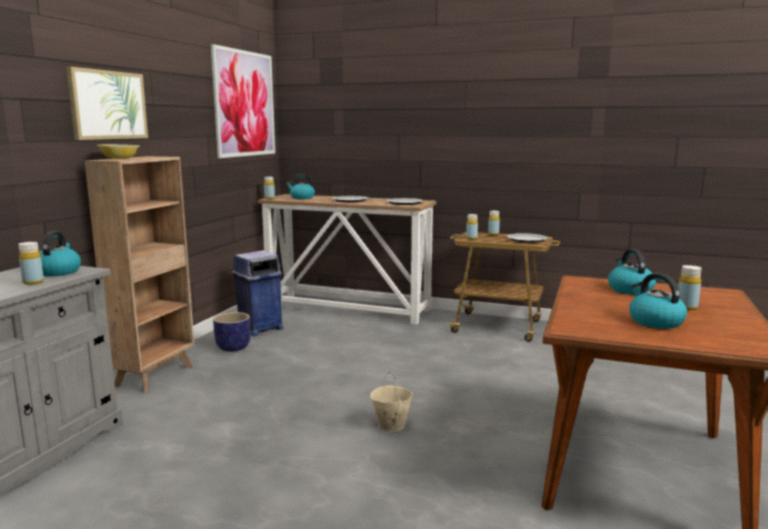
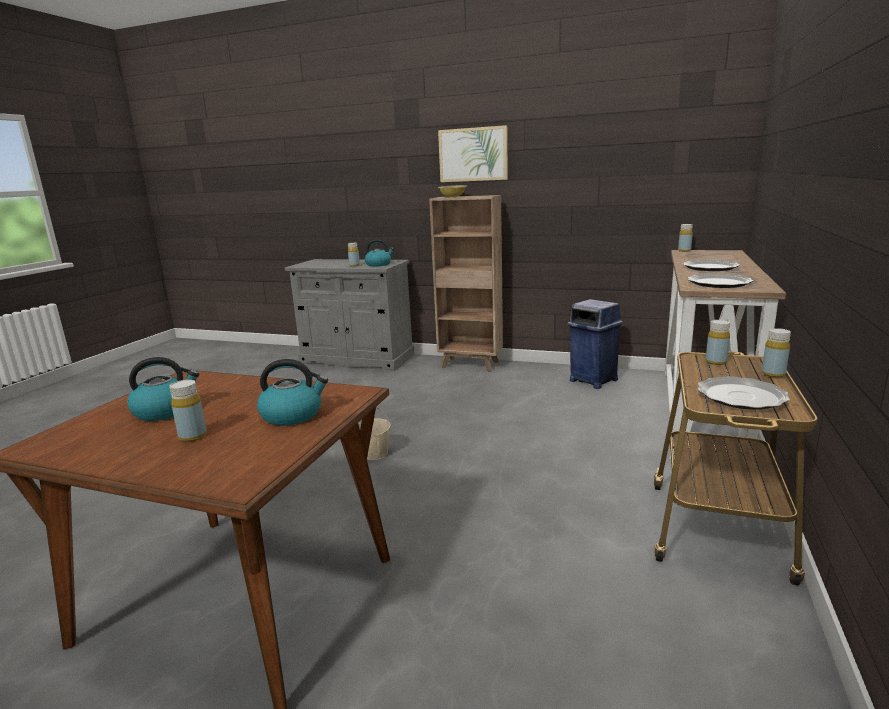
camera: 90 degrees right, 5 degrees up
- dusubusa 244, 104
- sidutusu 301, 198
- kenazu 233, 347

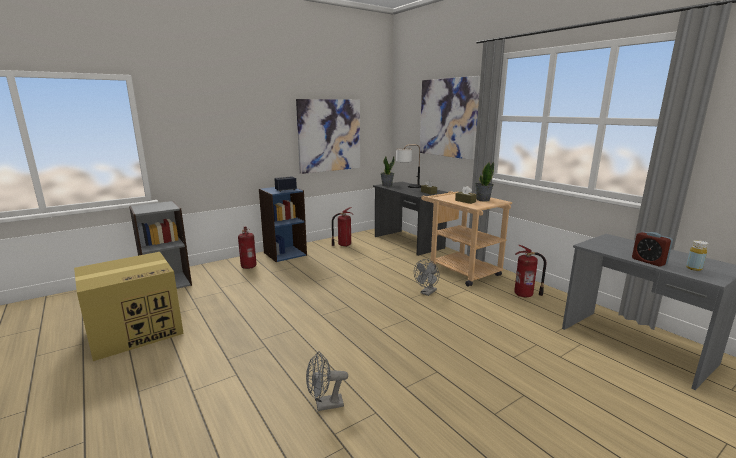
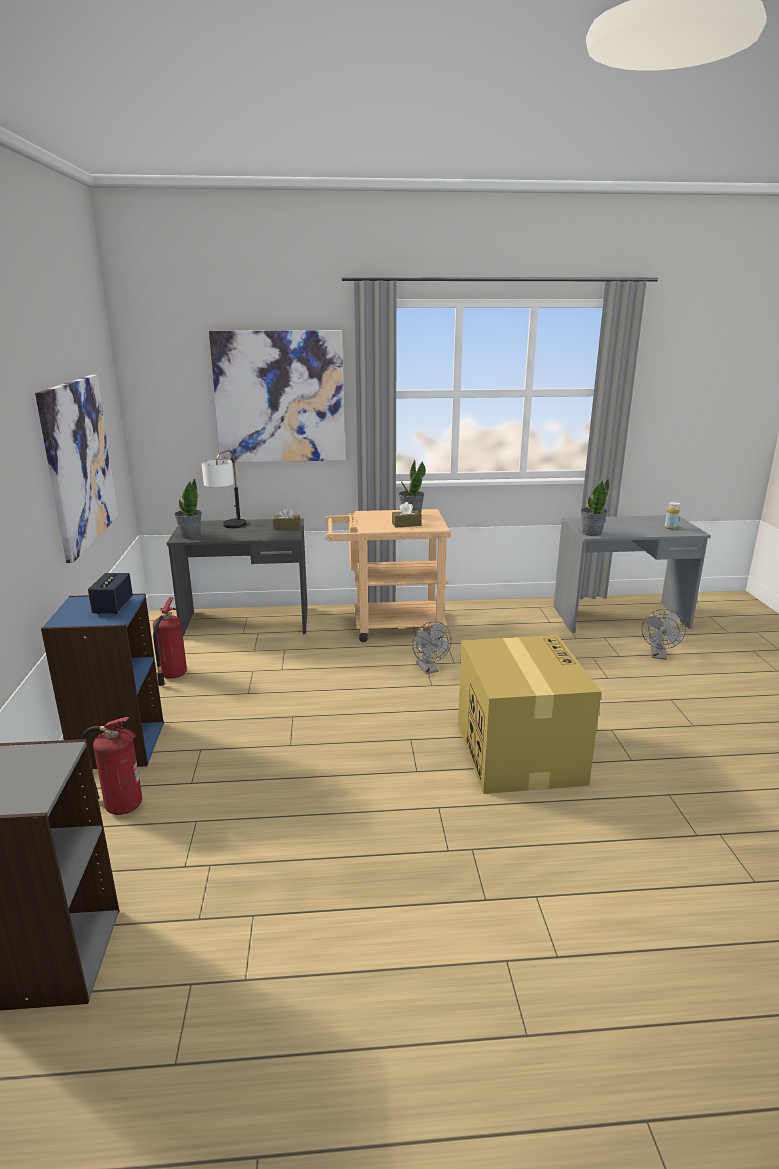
camera: 60 degrees left, 5 degrees up
- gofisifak 648, 261
- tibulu 525, 295
~ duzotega 136, 330 to 518, 752
~ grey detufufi 325, 405 to 659, 656
+ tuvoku 591, 533

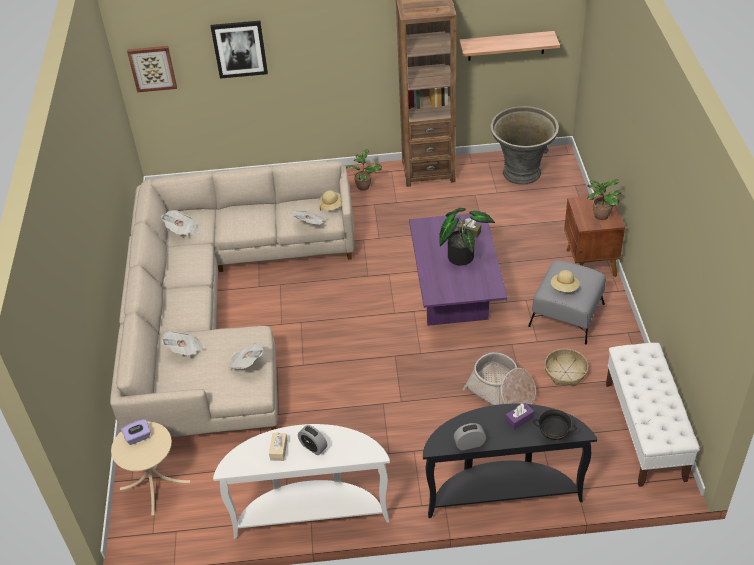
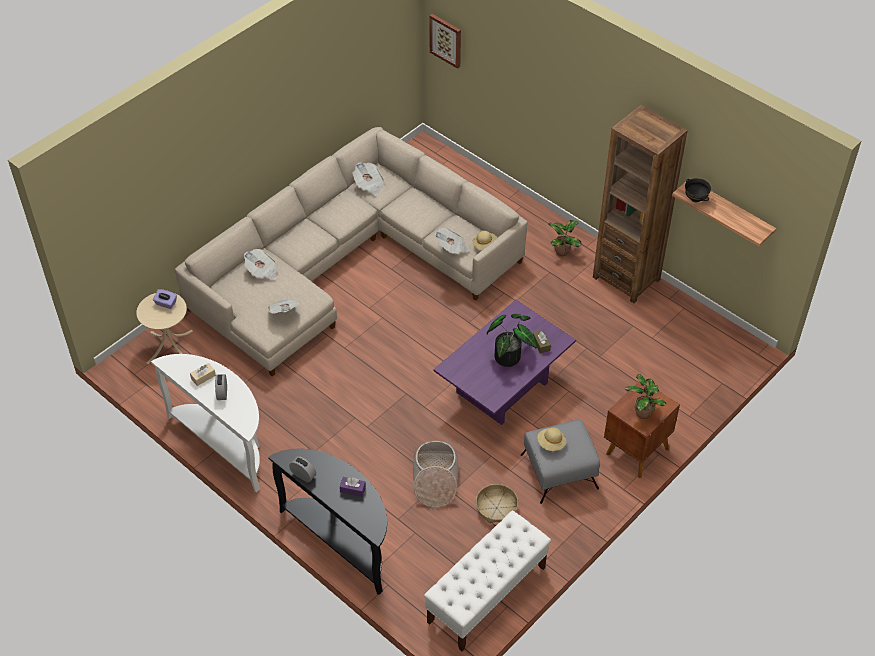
camera: 45 degrees right, 5 degrees up
- dusubusa 239, 49
- grey kenazu 521, 173
~ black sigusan 553, 434 to 695, 199

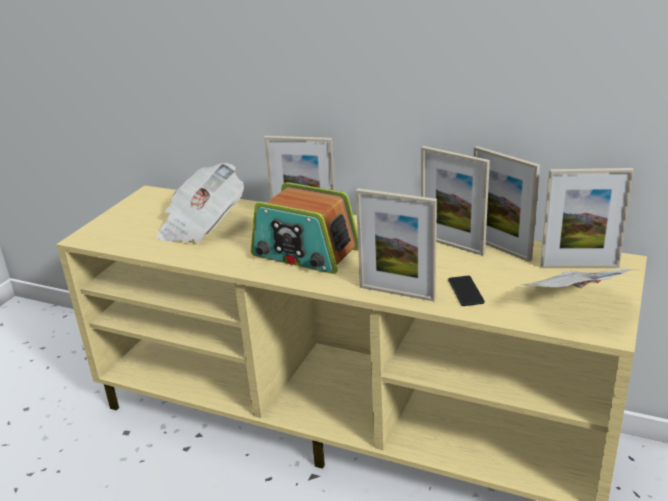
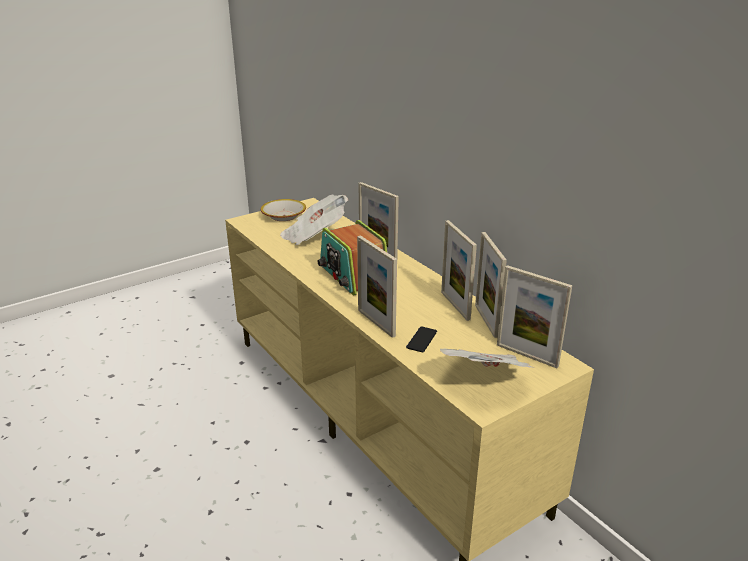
camera: 30 degrees right, 0 degrees up
+ sigusan 284, 216

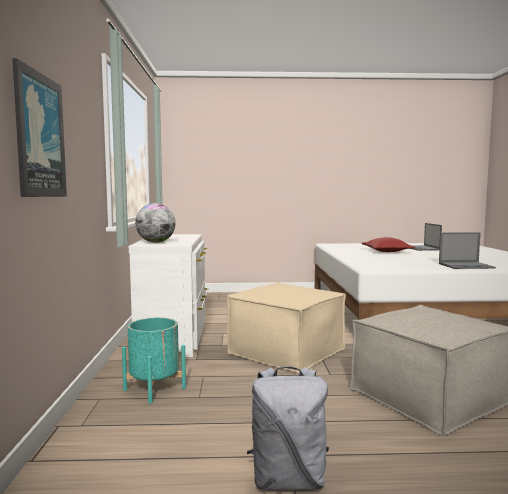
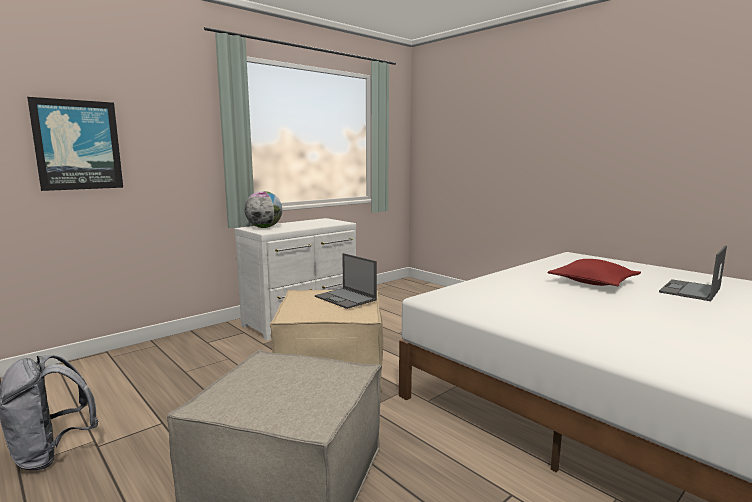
camera: 50 degrees right, 5 degrees up
~ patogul 466, 266 to 346, 298
- turquoise kenazu 154, 389

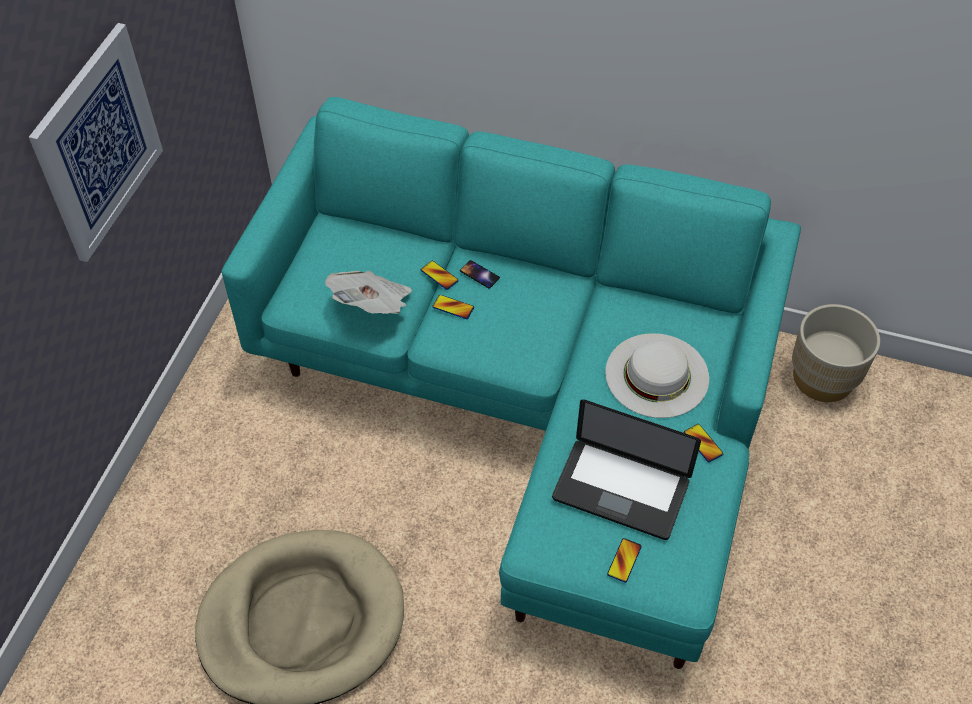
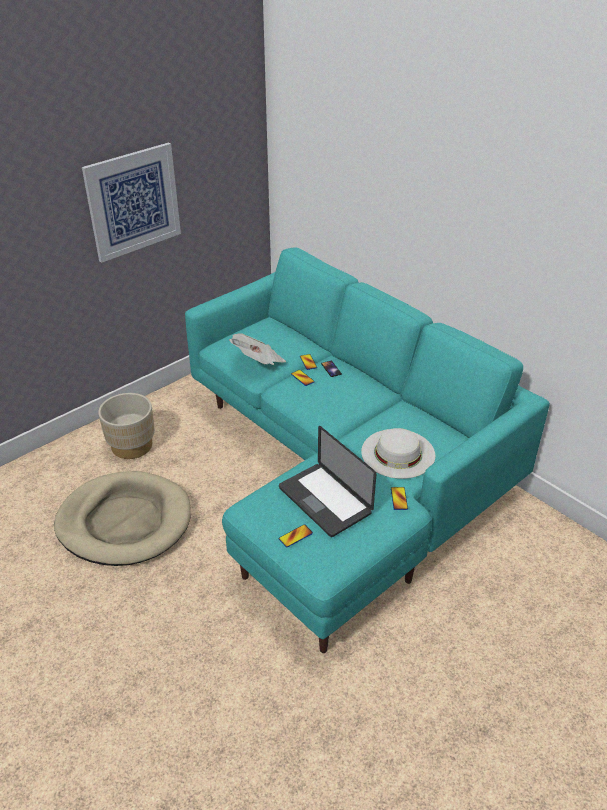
camera: 30 degrees right, 15 degrees down
~ beige kenazu 823, 378 to 132, 446

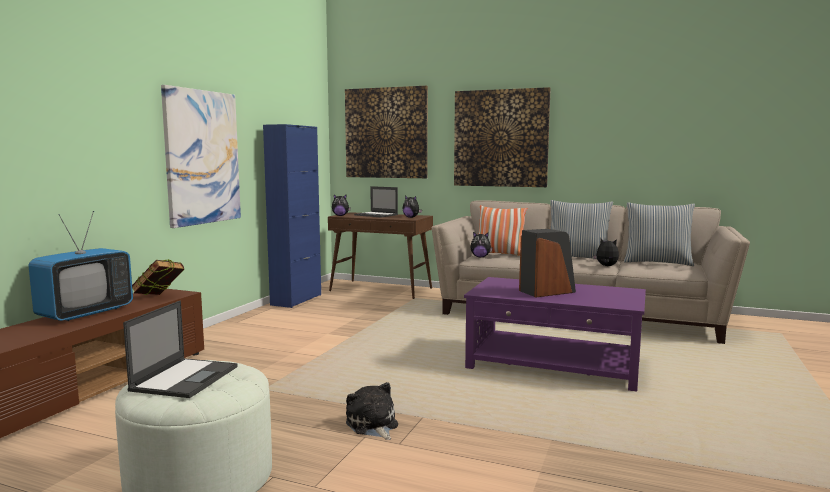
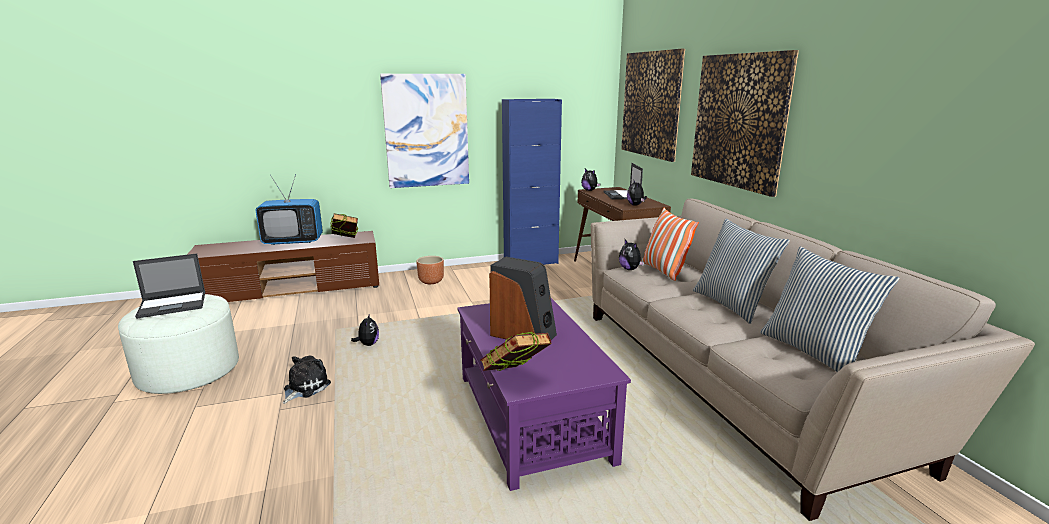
camera: 50 degrees right, 10 degrees up
~ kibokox 606, 266 to 368, 344
+ brown kenazu 431, 281
+ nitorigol 515, 378

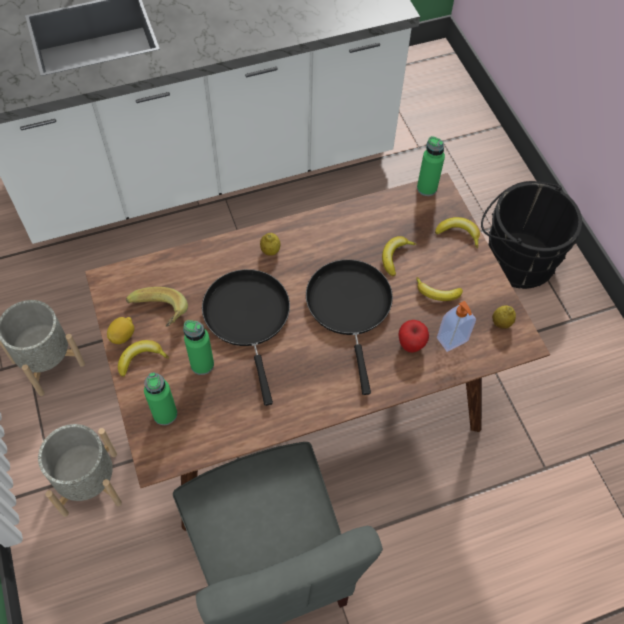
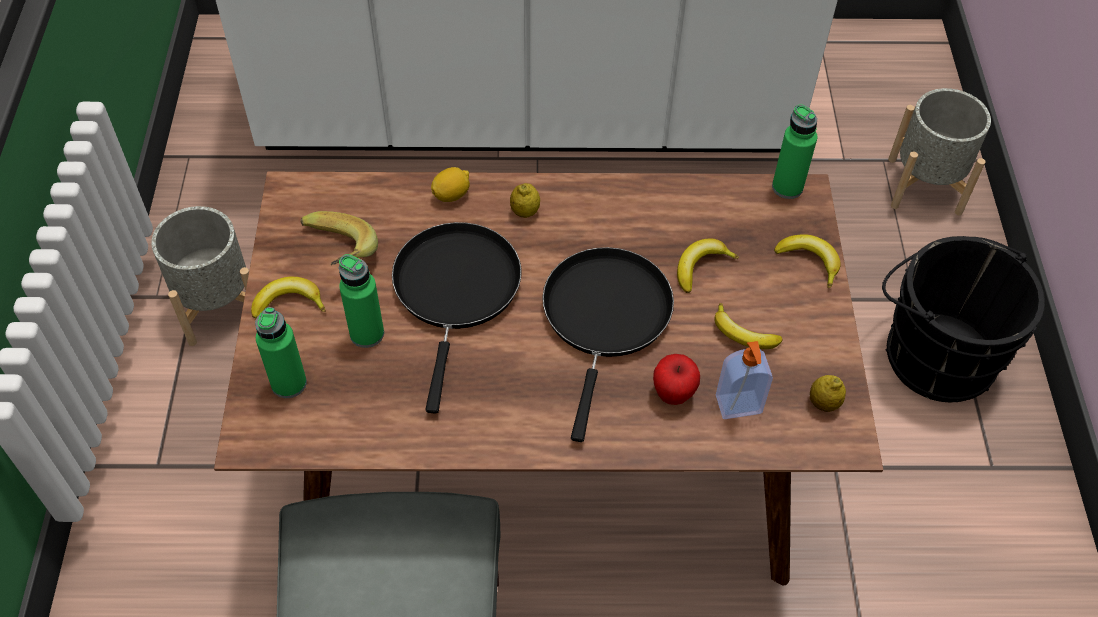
camera: 20 degrees right, 5 degrees down
~ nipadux 123, 336 to 451, 195
~ grey kenazu 90, 483 to 924, 185

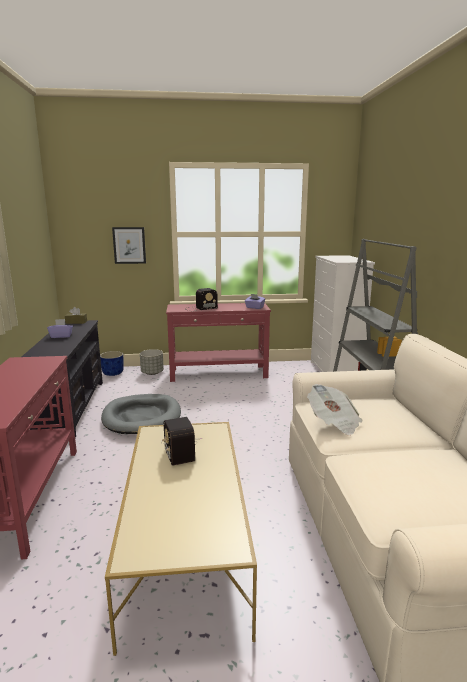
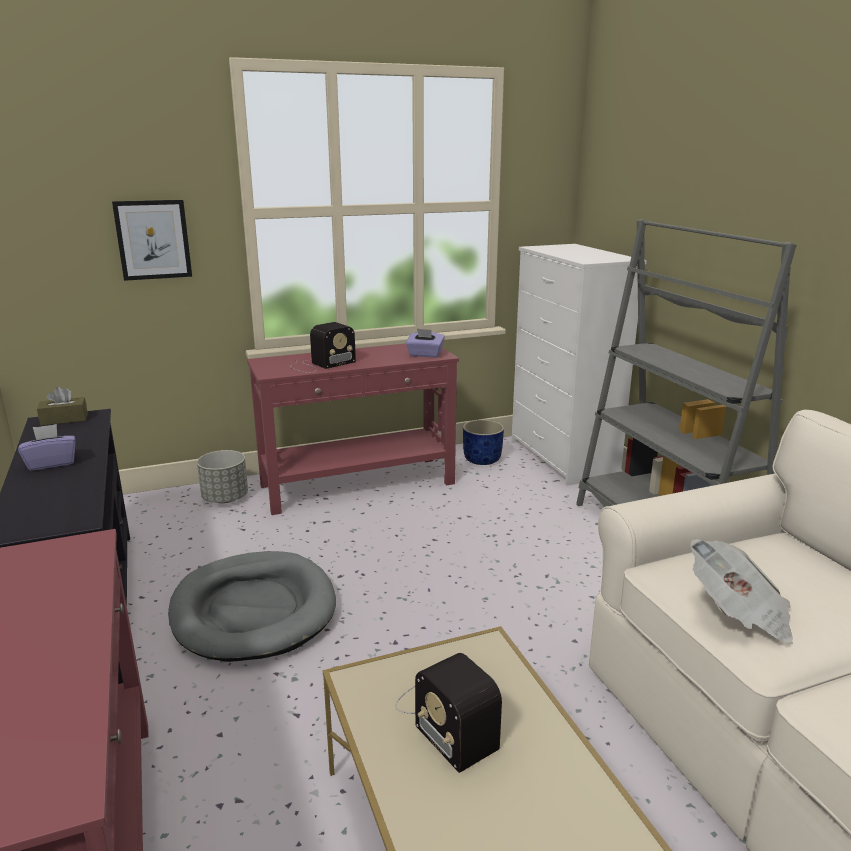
camera: 15 degrees left, 5 degrees up
~ blue kenazu 113, 373 to 482, 459

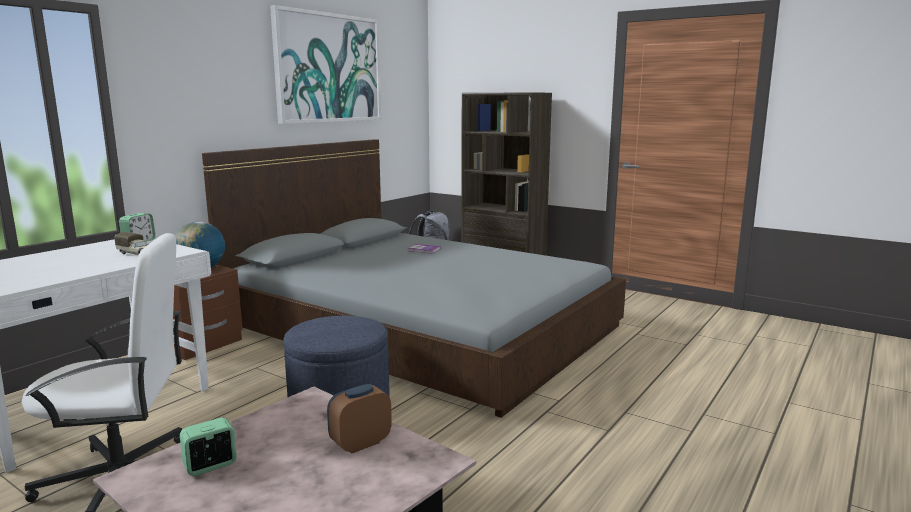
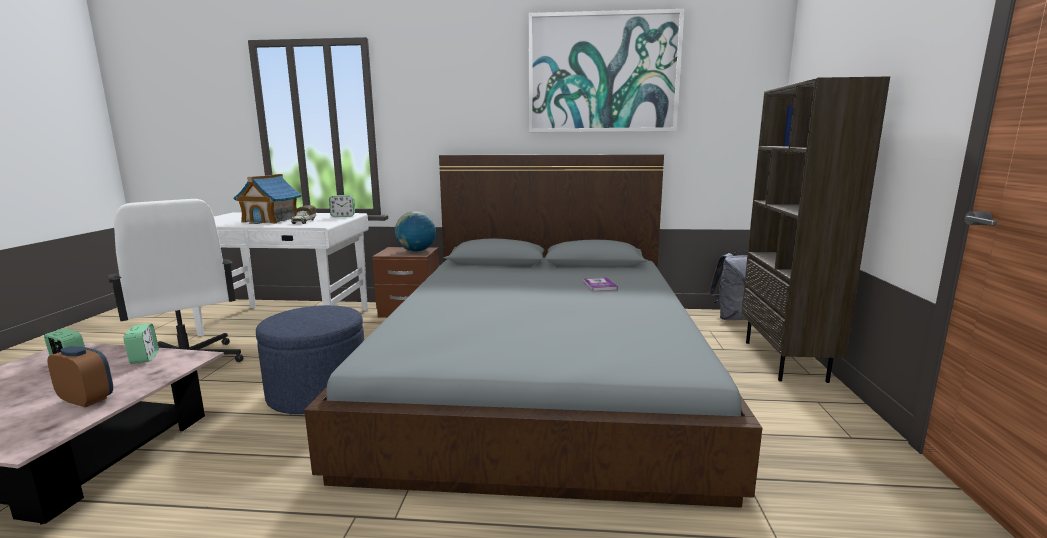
camera: 60 degrees right, 0 degrees up
+ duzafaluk 271, 220
+ gofisifak 144, 358

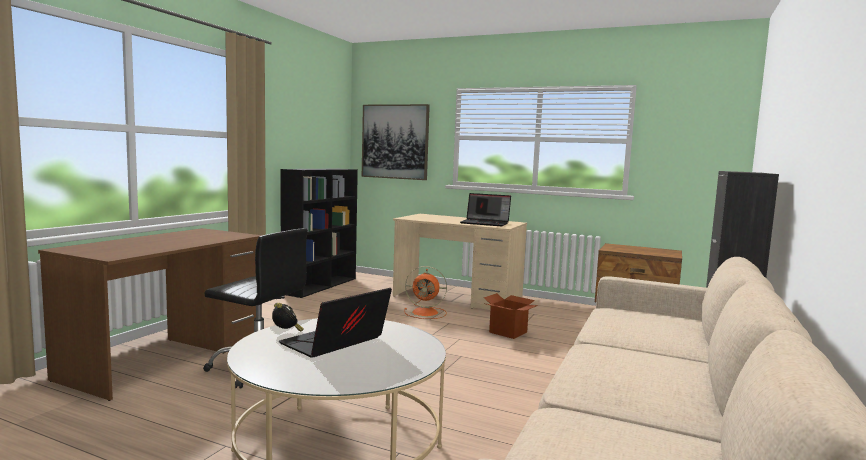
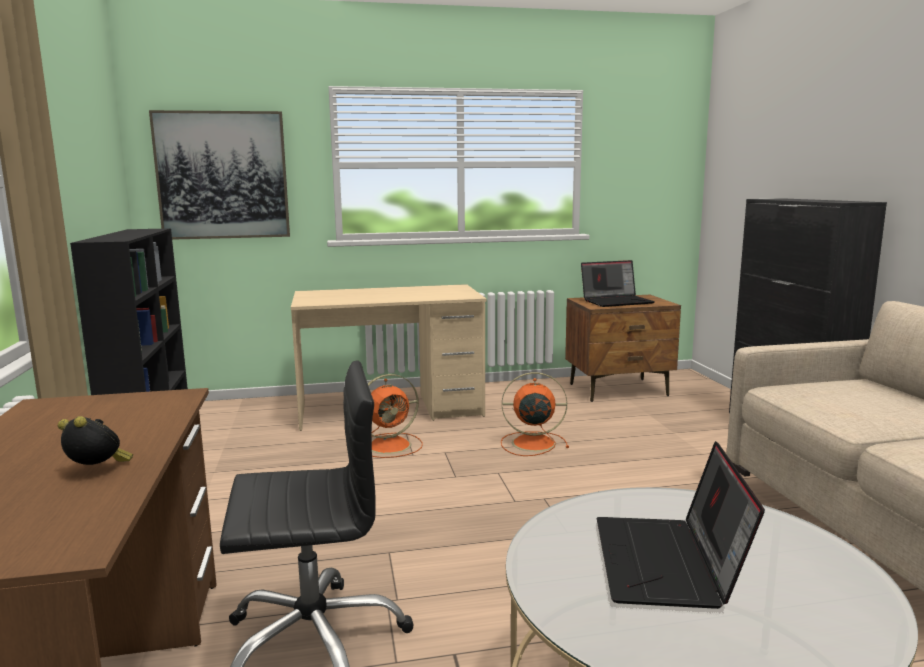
camera: 35 degrees left, 5 degrees up
~ patogul 485, 223 to 617, 301
~ duzotega 508, 332 to orange detufufi 531, 443
~ gofisifak 286, 332 to 98, 471

